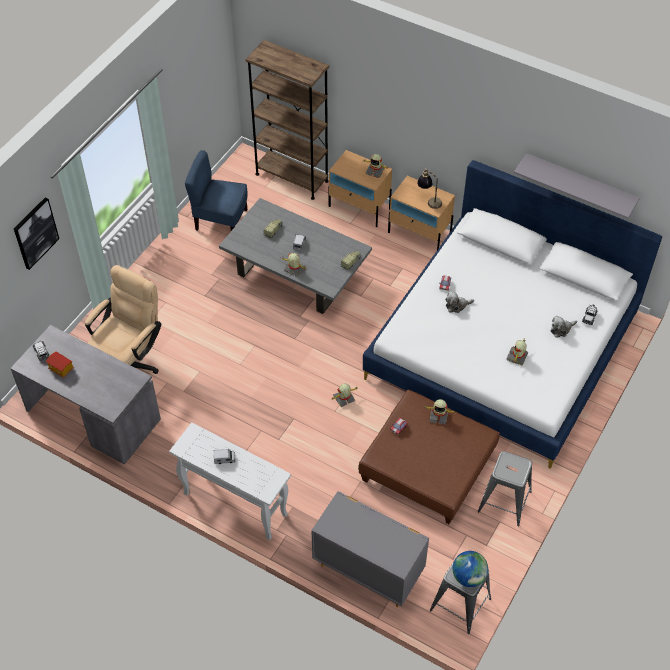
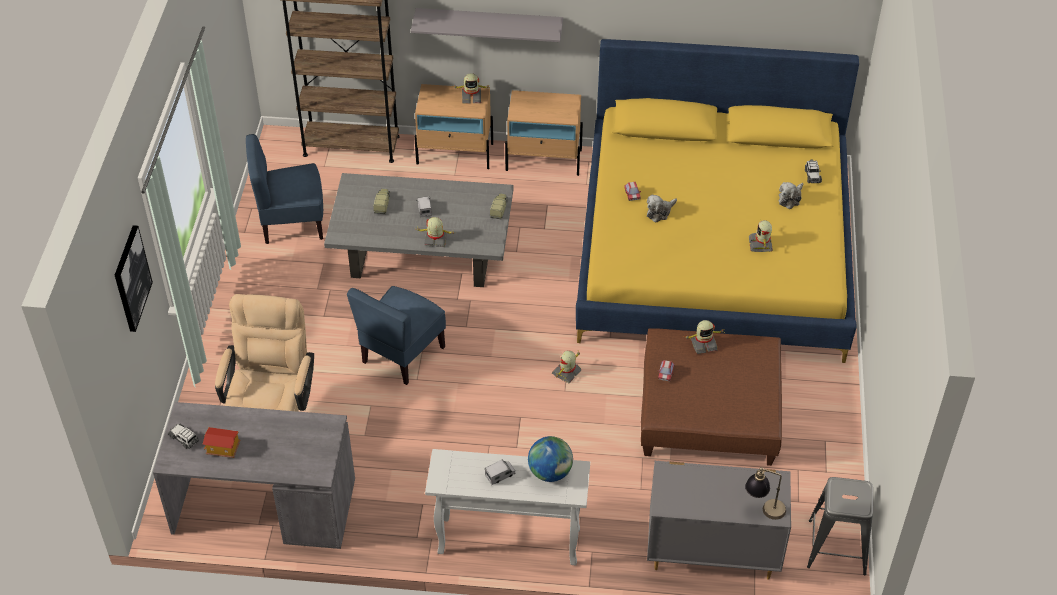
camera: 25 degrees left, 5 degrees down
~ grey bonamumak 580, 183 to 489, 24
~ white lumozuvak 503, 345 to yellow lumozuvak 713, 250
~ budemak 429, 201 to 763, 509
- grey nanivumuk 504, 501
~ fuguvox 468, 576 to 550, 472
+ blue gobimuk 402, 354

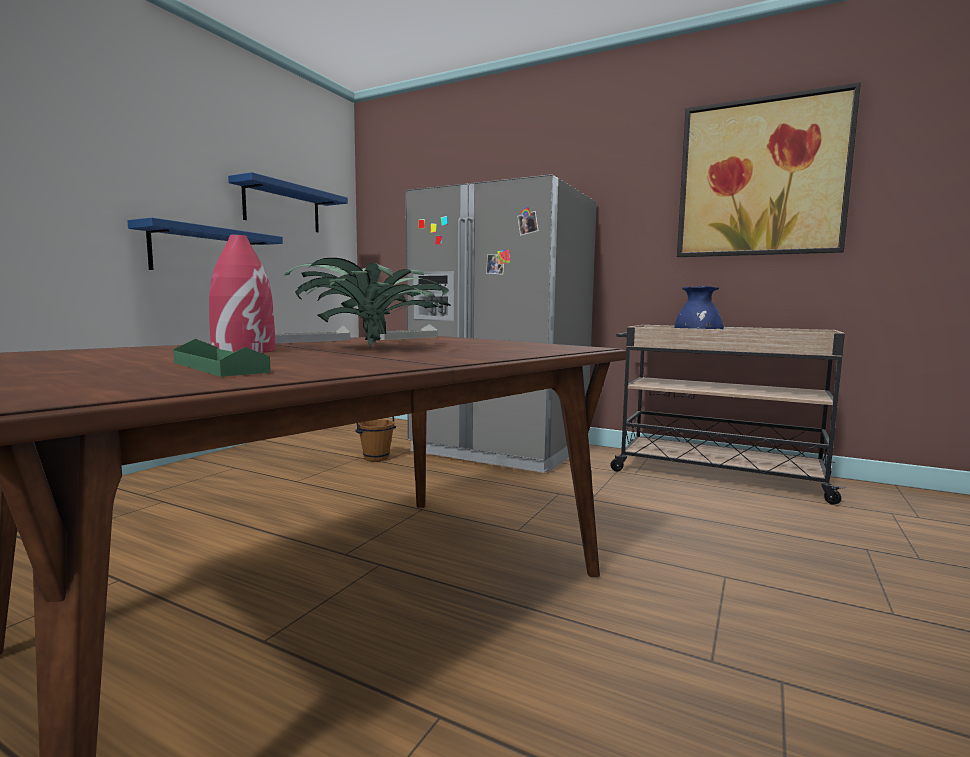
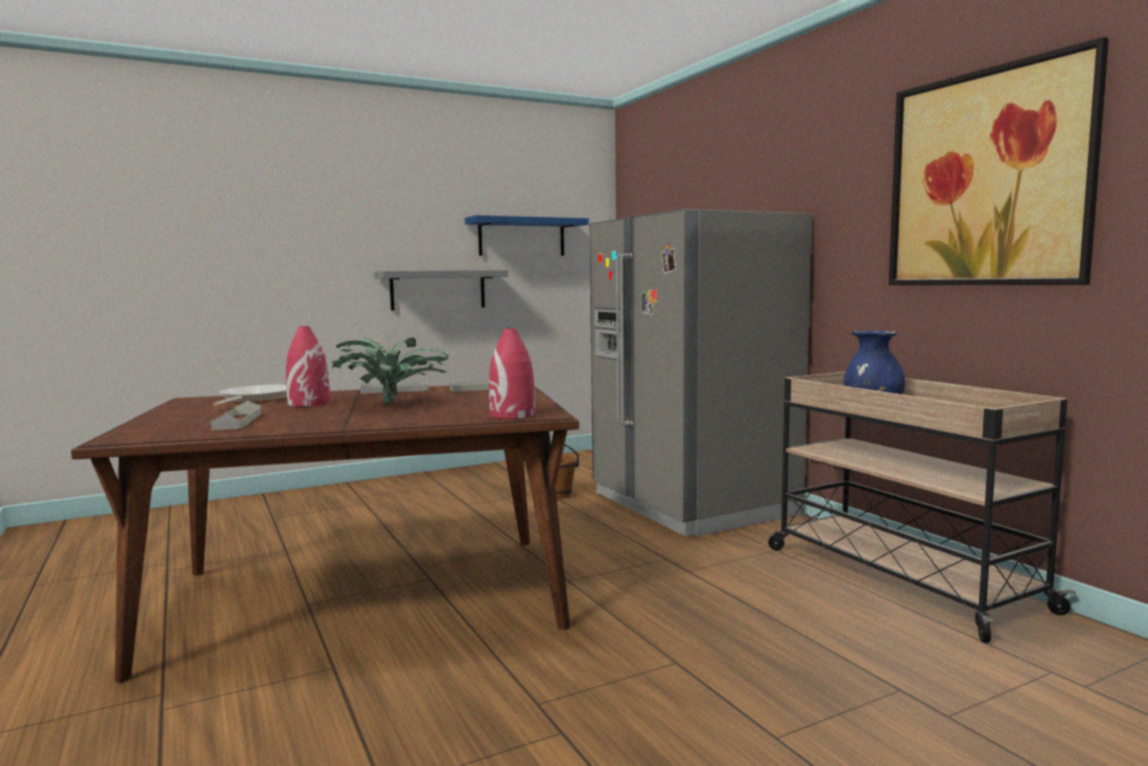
camera: 35 degrees right, 0 degrees up
~ blue bonamumak 202, 251 to grey bonamumak 438, 290
~ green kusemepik 219, 367 to grey kusemepik 237, 421
+ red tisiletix 512, 415
+ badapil 255, 399

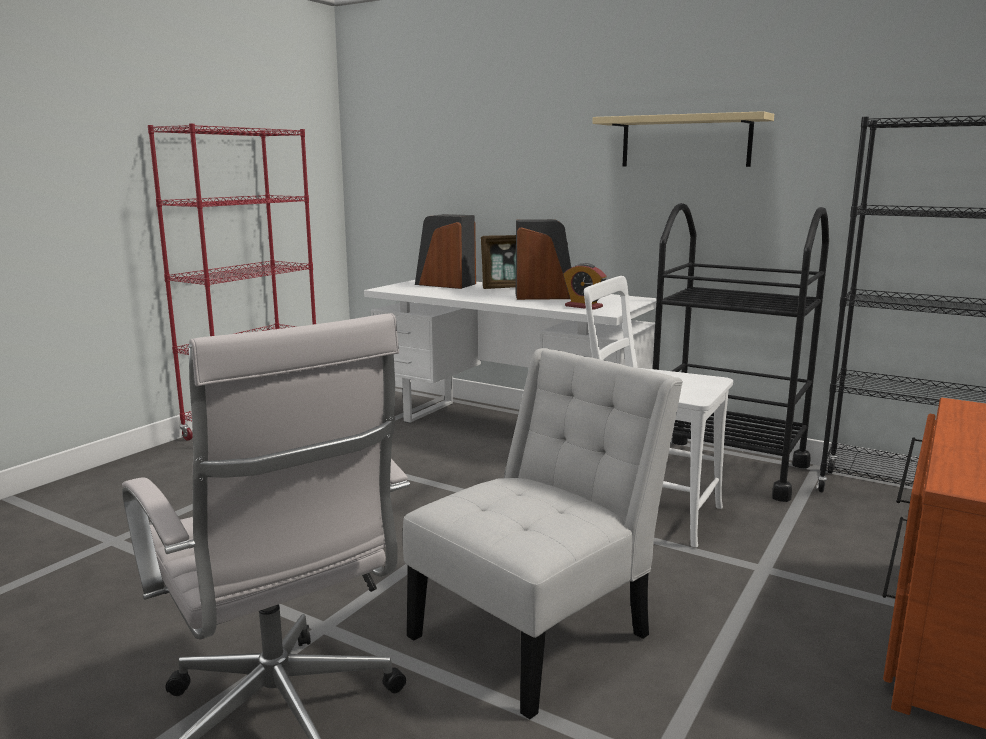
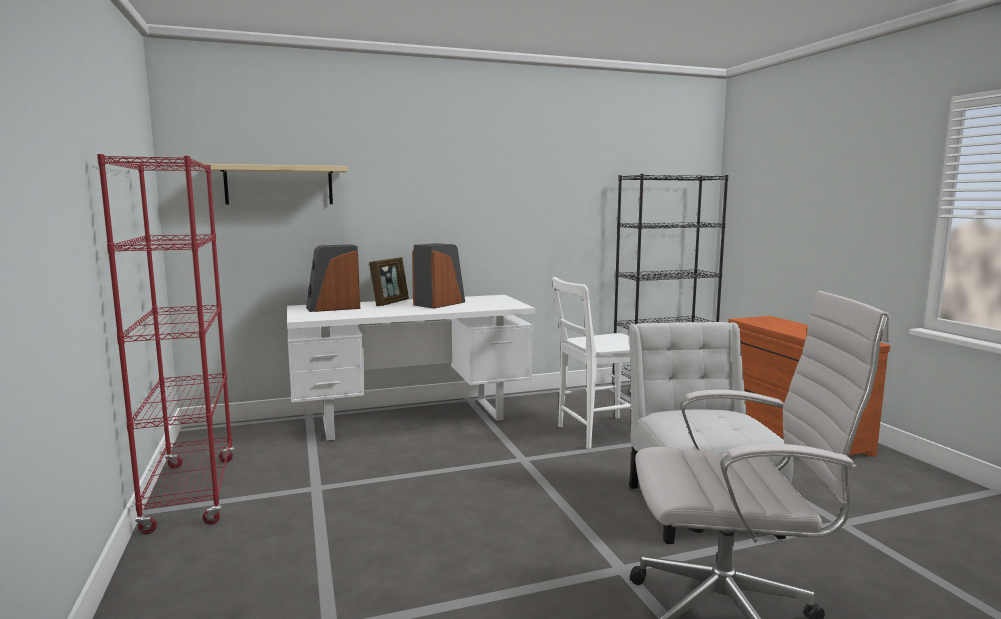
camera: 50 degrees left, 5 degrees down
~ beige bonamumak 685, 141 to 279, 185
- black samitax 725, 468
- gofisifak 583, 306

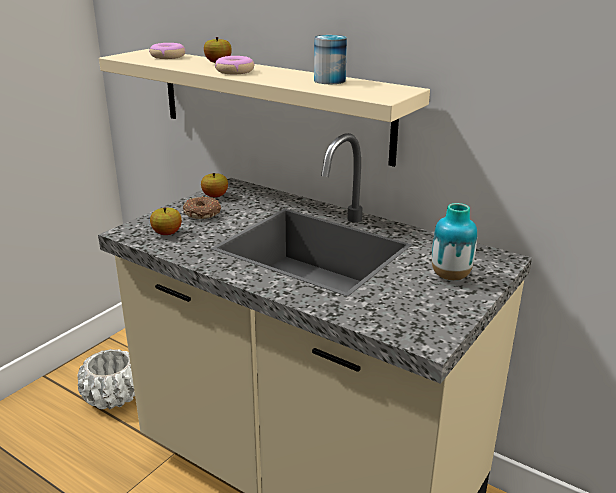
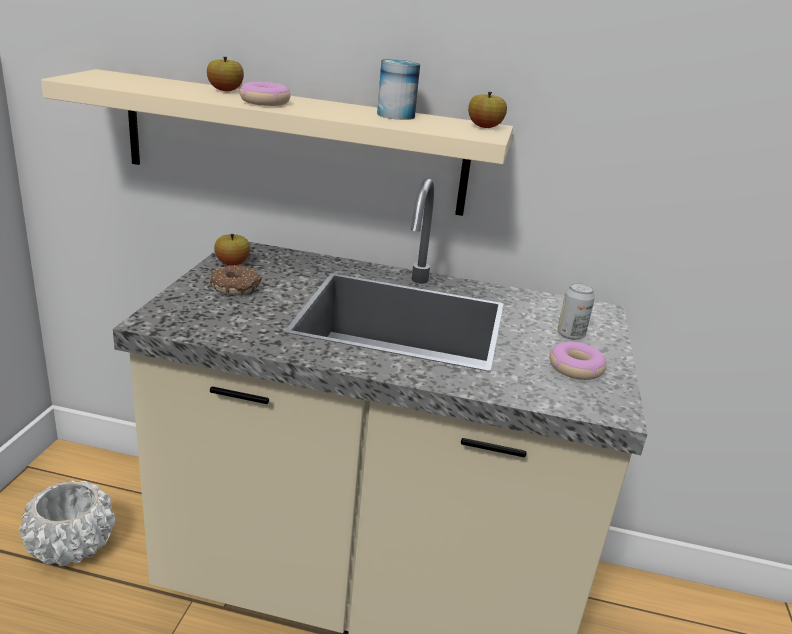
camera: 25 degrees left, 0 degrees up
~ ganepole 168, 56 to 575, 368
~ tisiletix 450, 276 to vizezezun 570, 334
~ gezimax 167, 233 to 484, 127

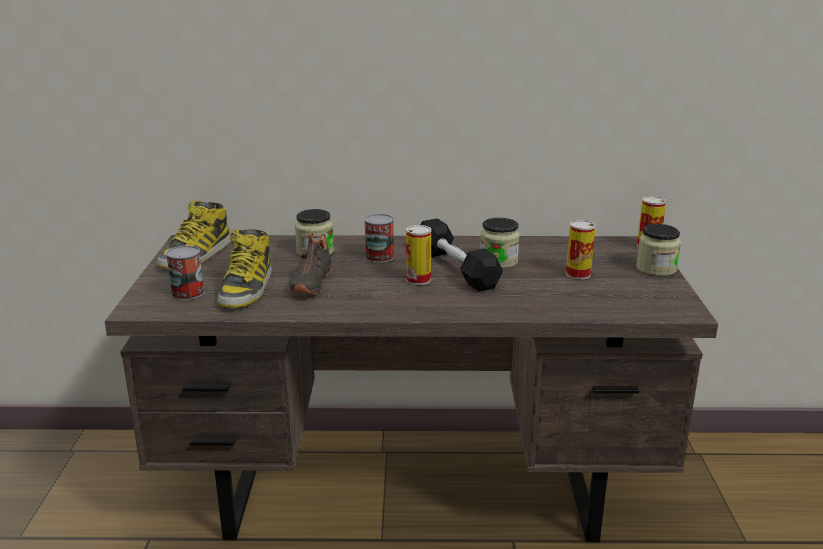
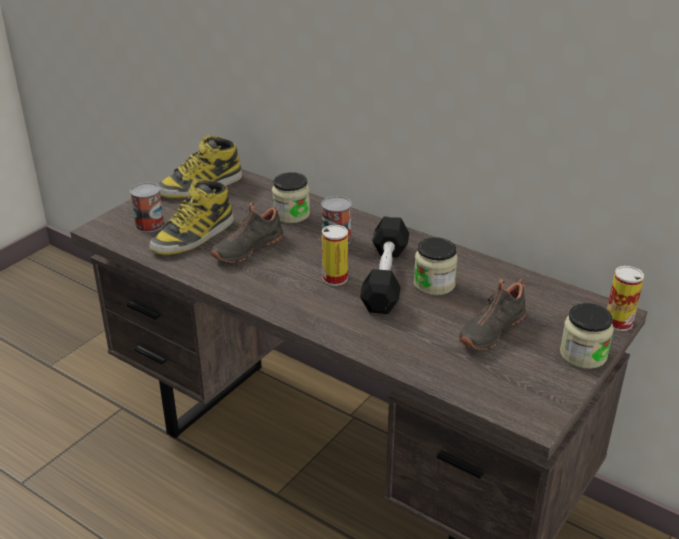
camera: 35 degrees right, 10 degrees up
~ vizezezun 578, 274 to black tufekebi 490, 329

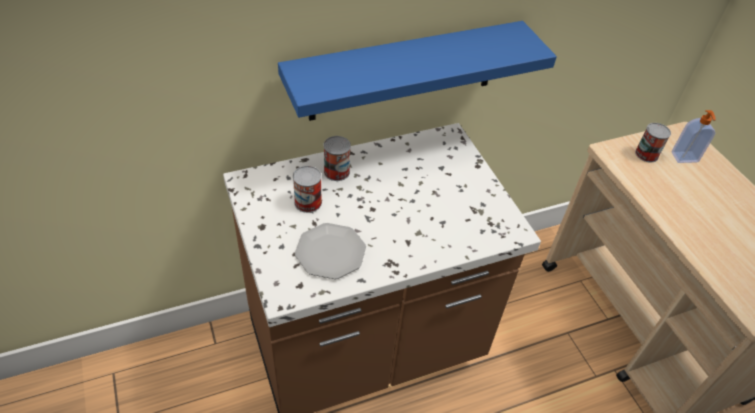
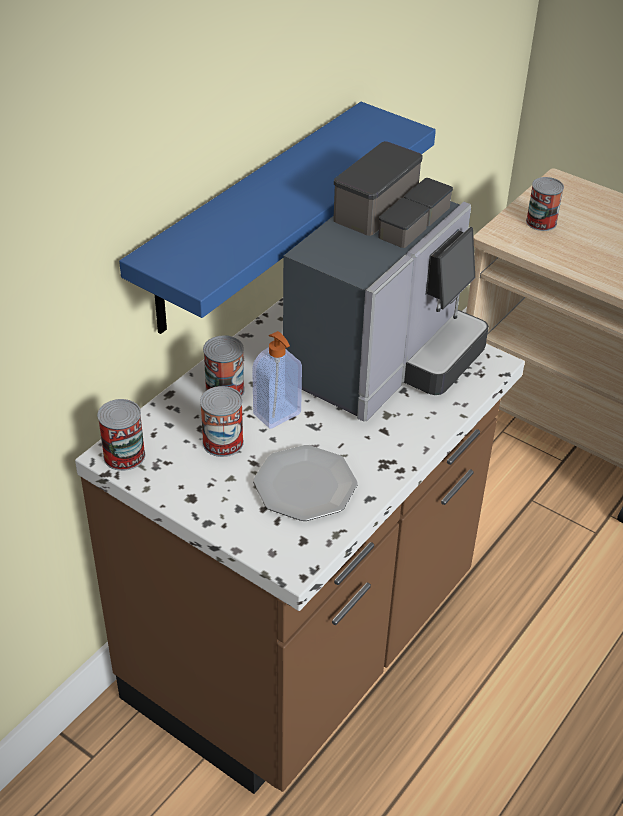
camera: 30 degrees left, 5 degrees down
~ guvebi 685, 158 to 278, 415
+ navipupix 384, 360
+ vizezezun 124, 455

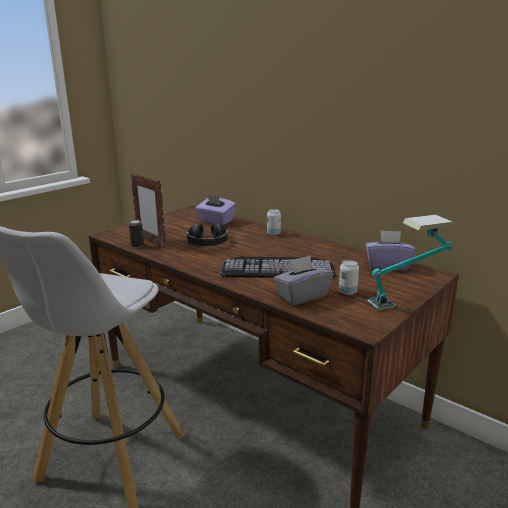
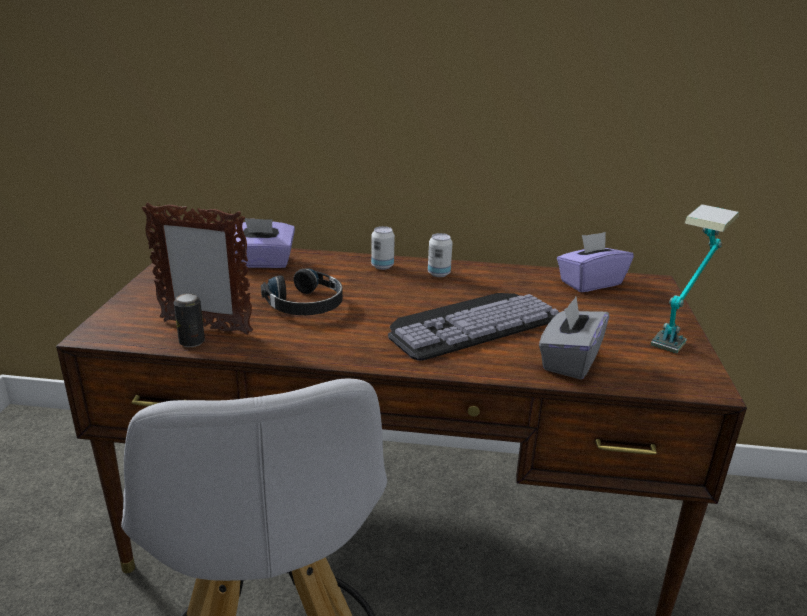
camera: 35 degrees left, 5 degrees up
~ vizezezun 347, 292 to 438, 274

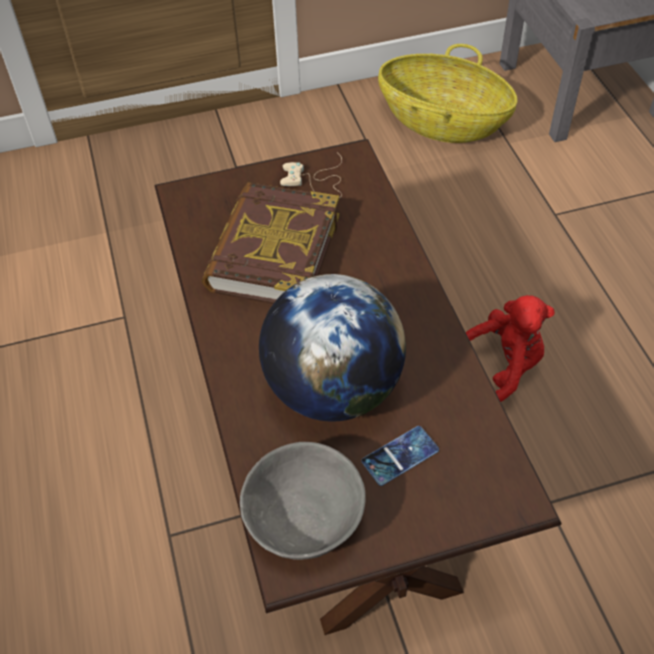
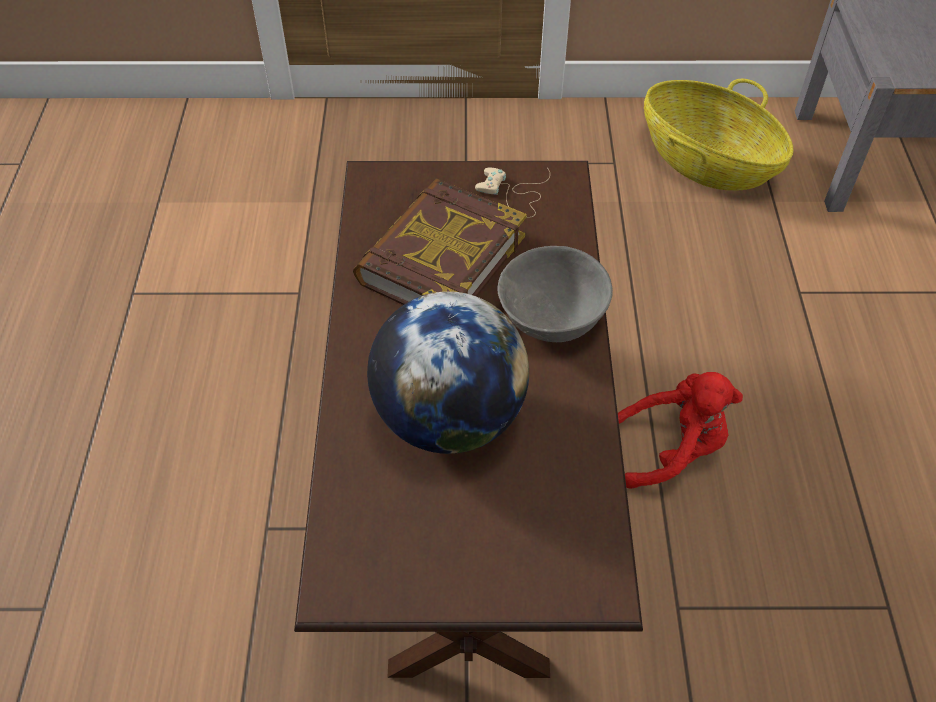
camera: 15 degrees right, 0 degrees up
- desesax 400, 456
~ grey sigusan 305, 520 to 552, 317

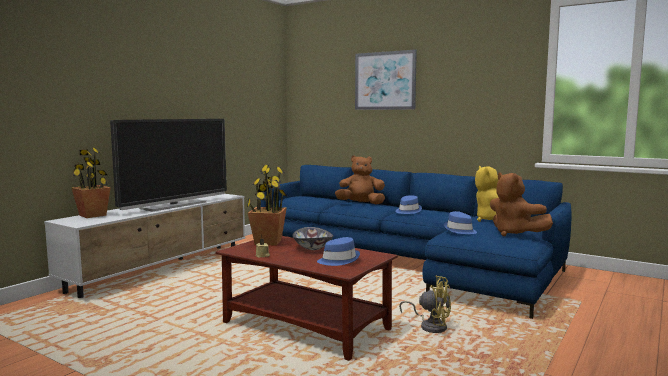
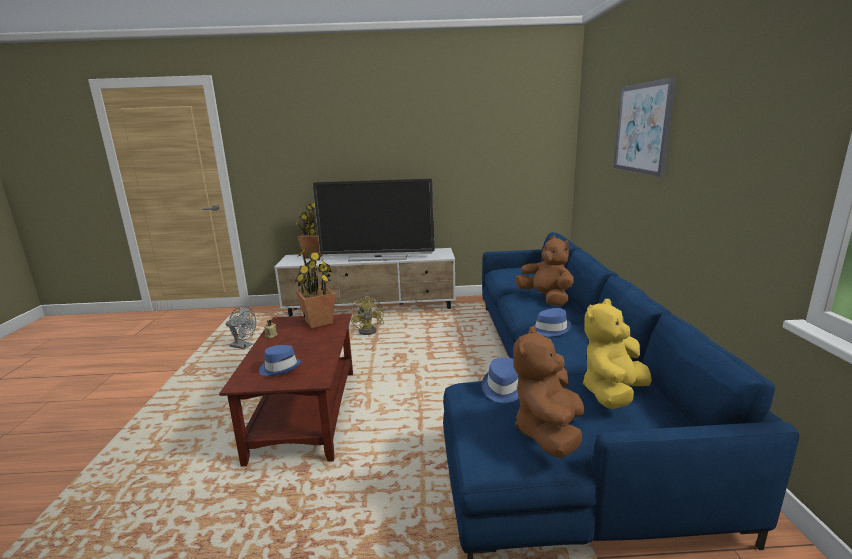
camera: 55 degrees right, 10 degrees up
- sigusan 313, 247
~ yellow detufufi 430, 326 to 370, 330
+ grey detufufi 244, 346

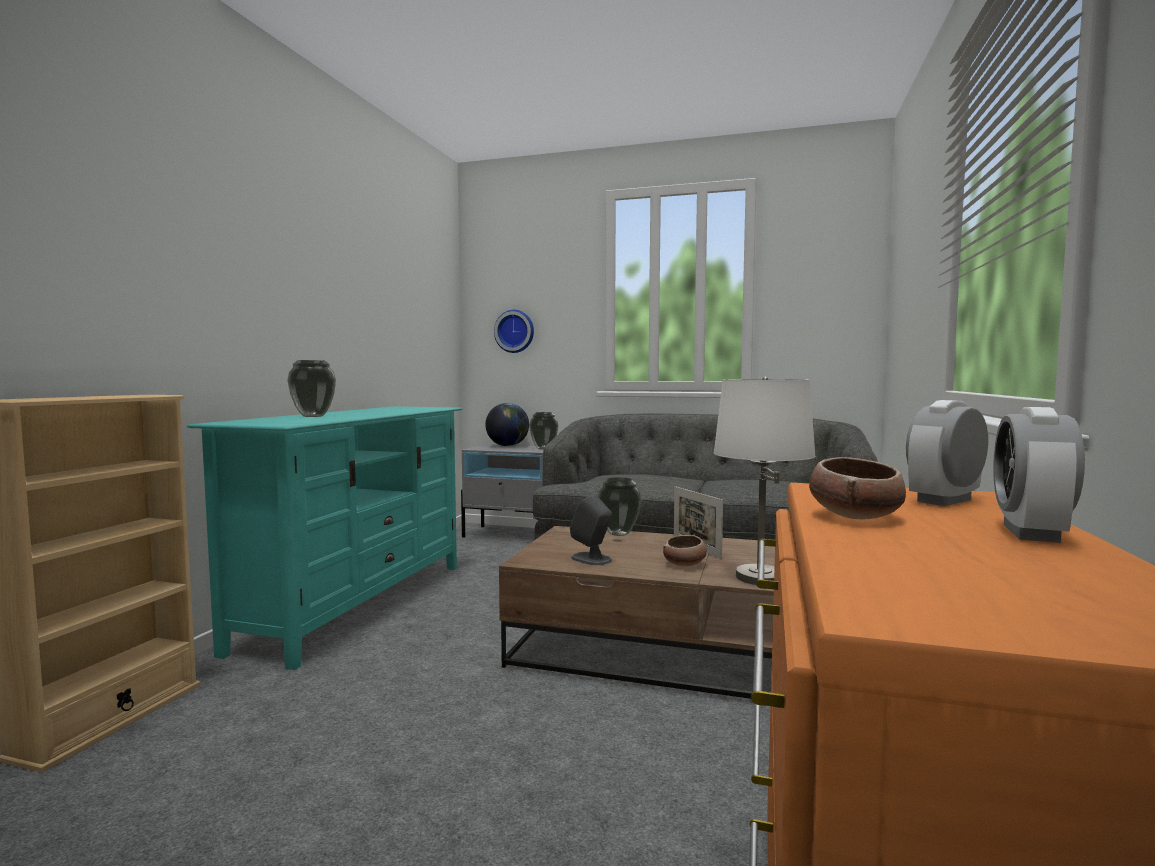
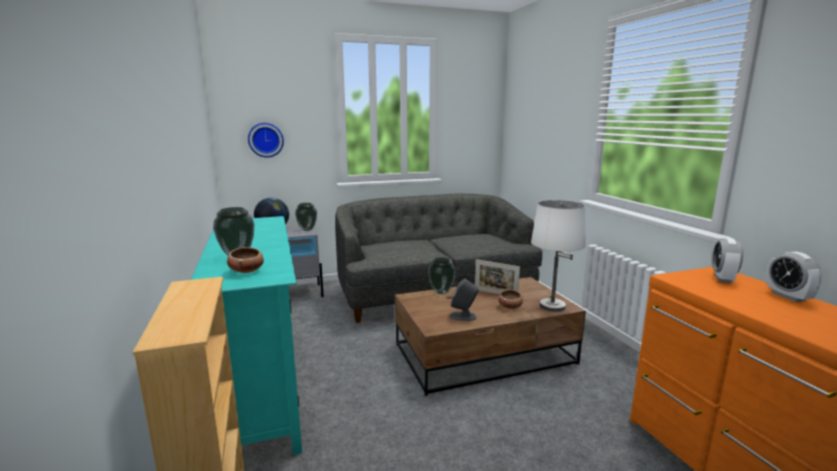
camera: 35 degrees left, 10 degrees up
~ sigusan 855, 516 to 246, 271

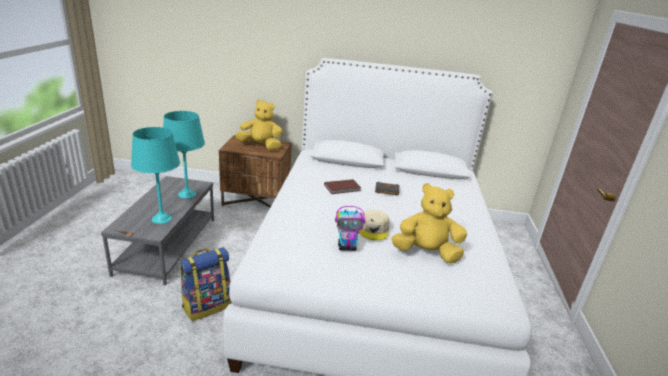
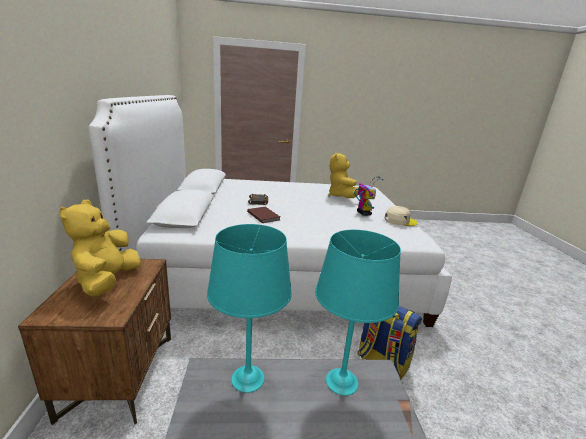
camera: 100 degrees left, 5 degrees down
~ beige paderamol 374, 229 to 400, 221

